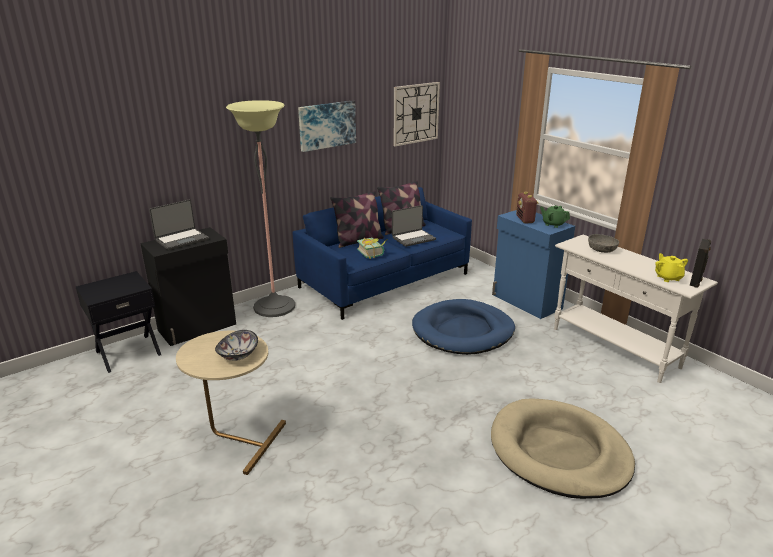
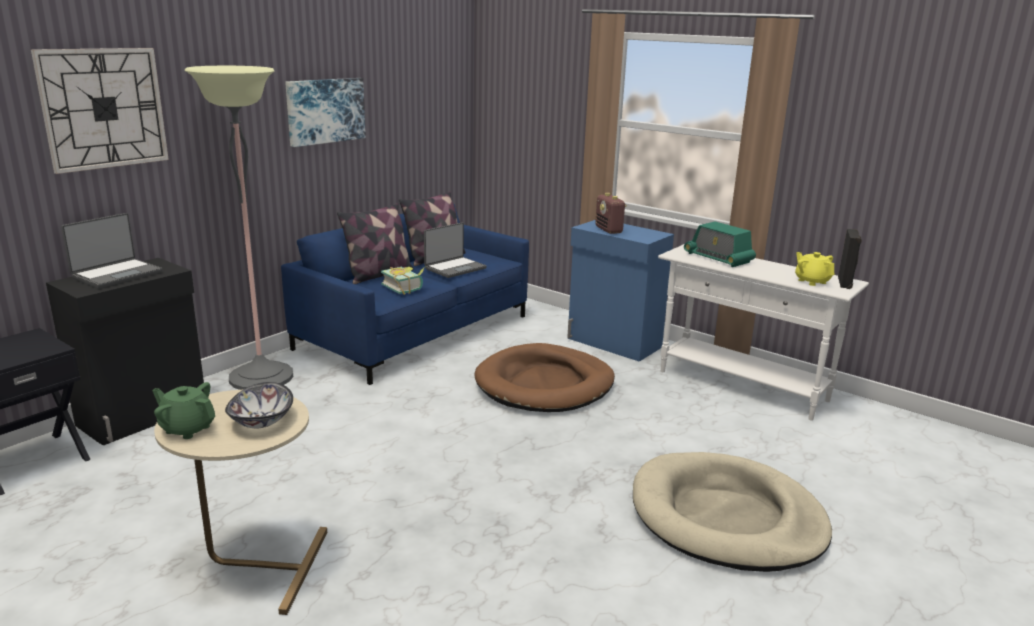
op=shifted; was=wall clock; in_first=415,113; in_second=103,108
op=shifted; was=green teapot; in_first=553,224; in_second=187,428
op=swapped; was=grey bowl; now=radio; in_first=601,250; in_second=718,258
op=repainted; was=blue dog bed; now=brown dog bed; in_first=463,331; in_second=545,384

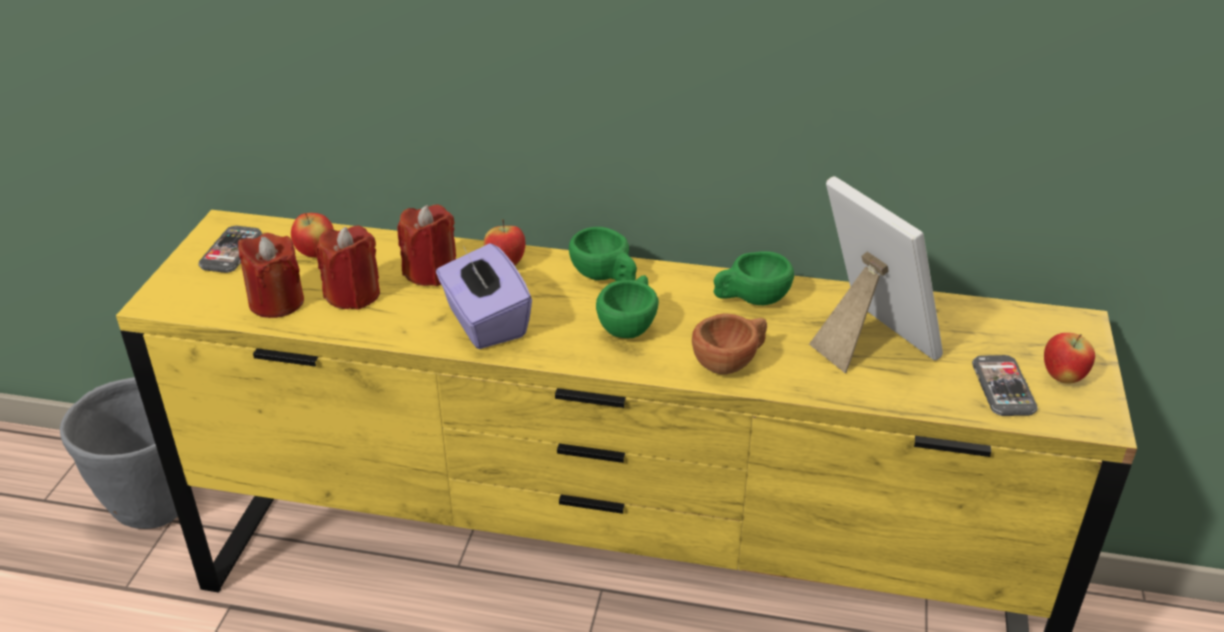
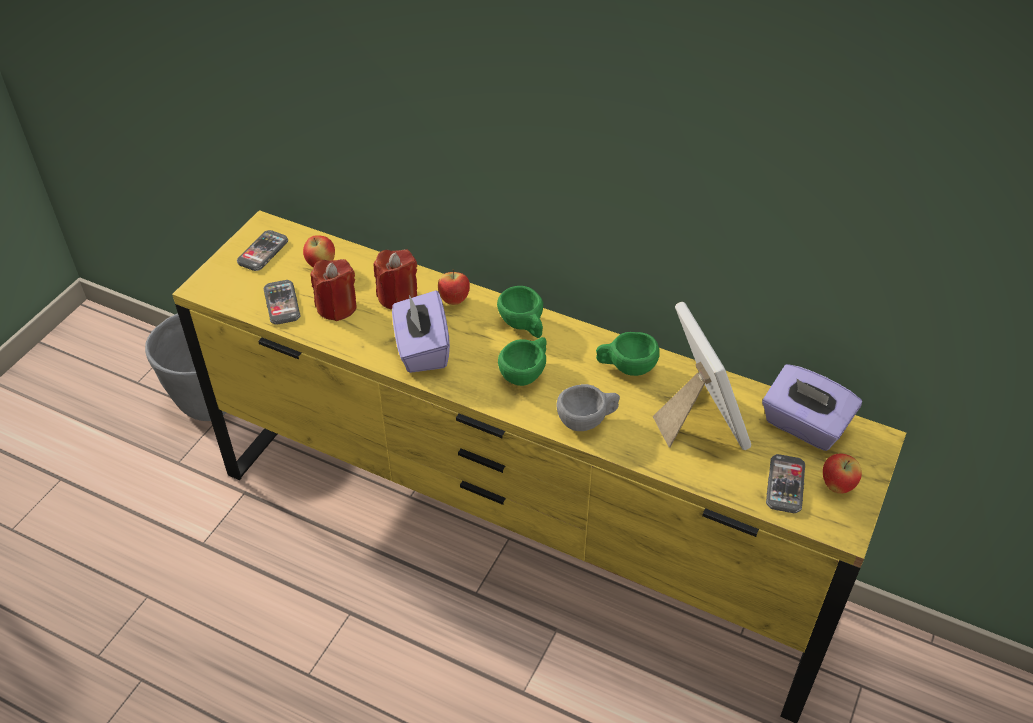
op=swapped; was=red candle; now=phone; in_first=276,302; in_second=282,303
op=repainted; was=brown cup; now=grey cup; in_first=731,362; in_second=588,420
op=new; now=purple tissue box; in_second=804,426

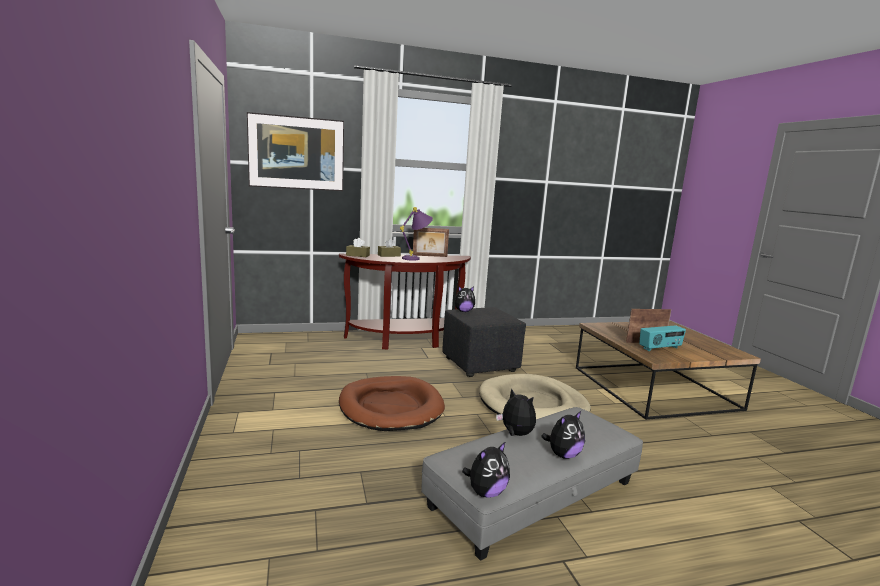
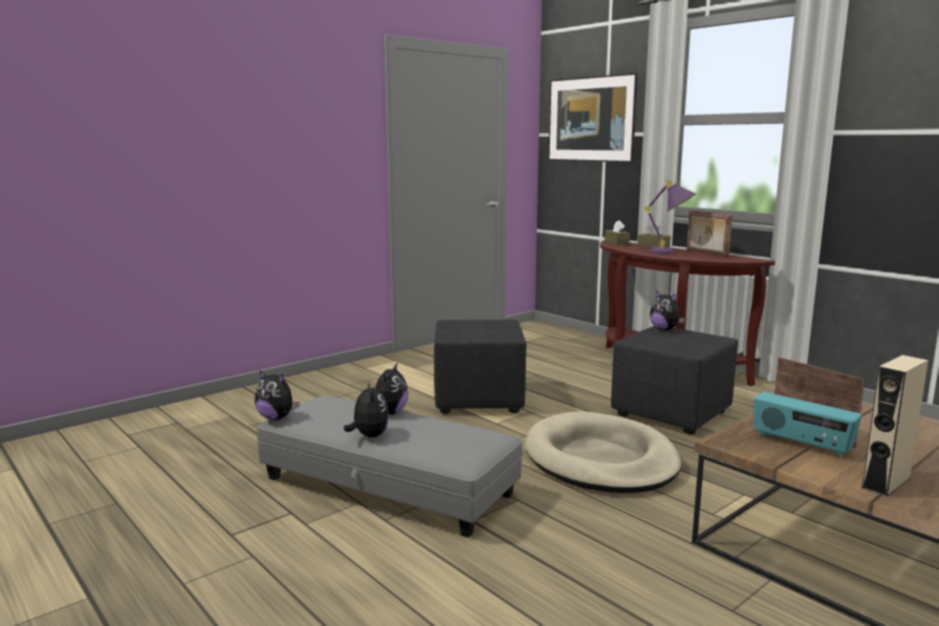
op=swapped; was=brown dog bed; now=black ottoman; in_first=391,407; in_second=479,399
op=rotated; was=plush toy; in_first=563,455; in_second=369,436; clockwise=-135
op=new; now=beige speaker; in_second=886,483

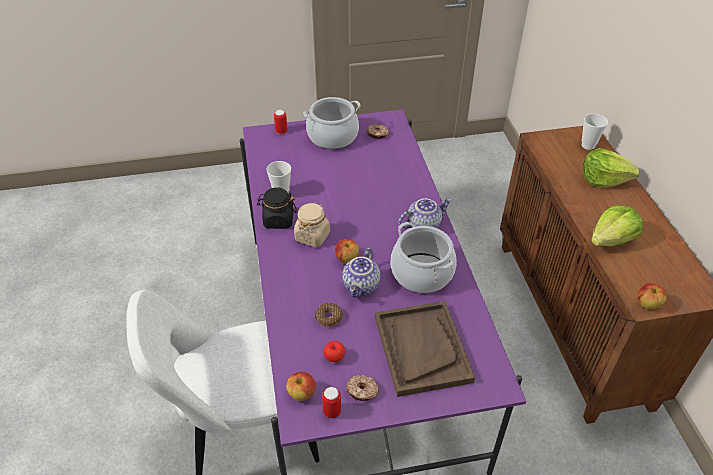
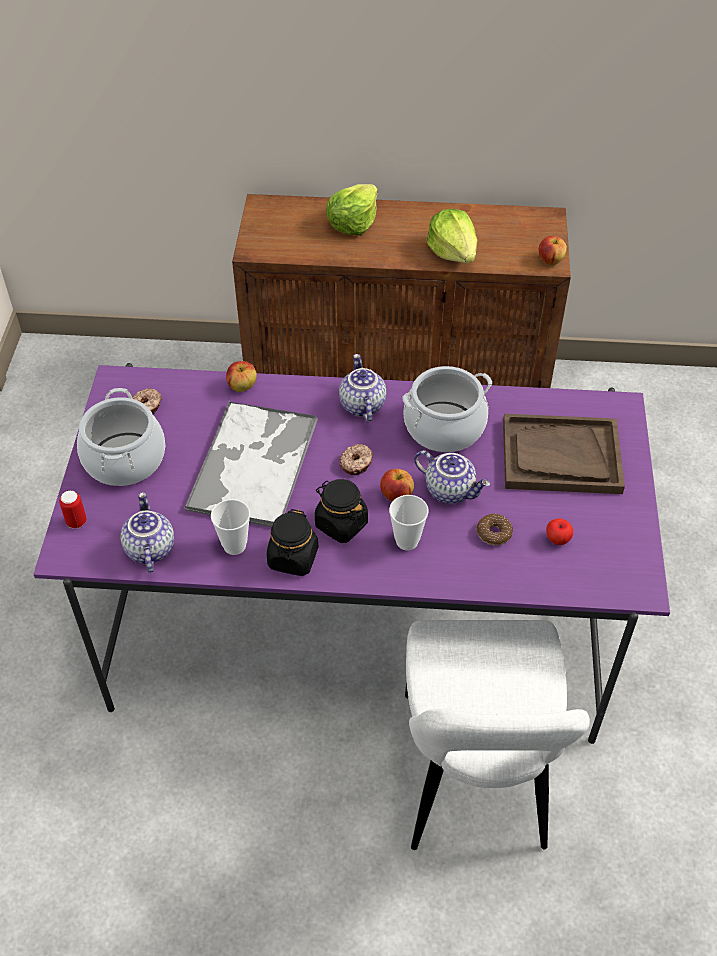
op=shifted; was=cup; in_first=588,145; in_second=407,541
op=repainted; was=beige jar; now=black jar; in_first=312,236; in_second=341,524
op=shifted; was=apple; in_first=302,394; in_second=242,386
op=shifted; was=donut; in_first=362,391; in_second=356,463
op=gone; was=can; in_first=332,411
op=new; now=tray; in_second=254,463
op=new; now=teapot; in_second=149,549

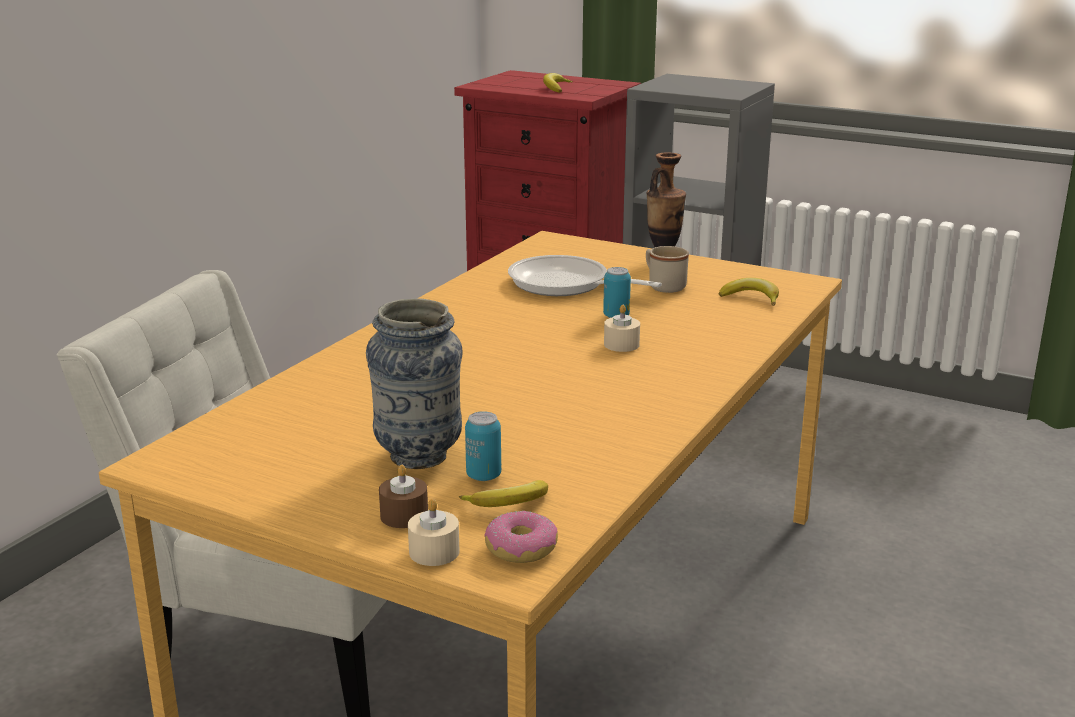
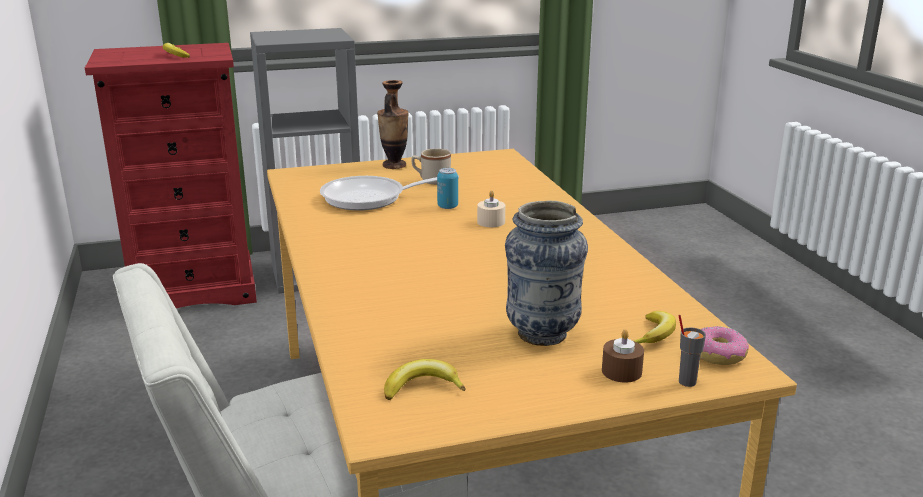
op=shifted; was=banana; in_first=751,298; in_second=422,387
op=gone; was=can; in_first=483,476
op=swapped; was=beige candle; now=grey cup; in_first=434,552; in_second=686,381

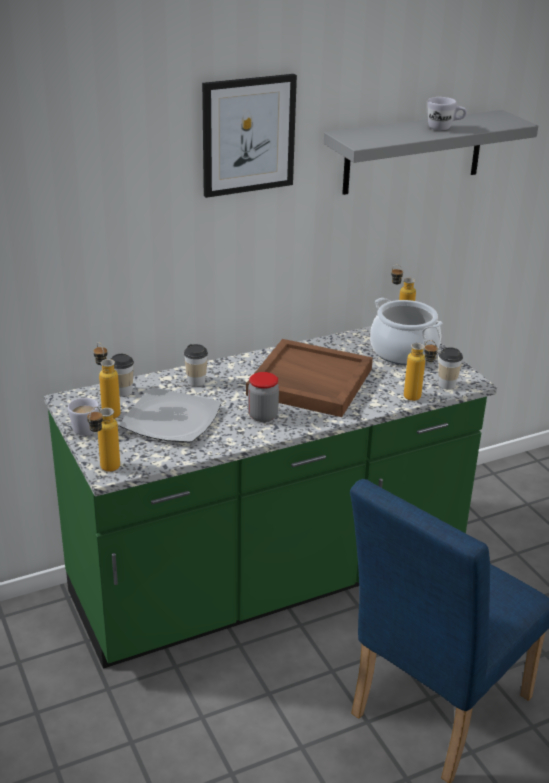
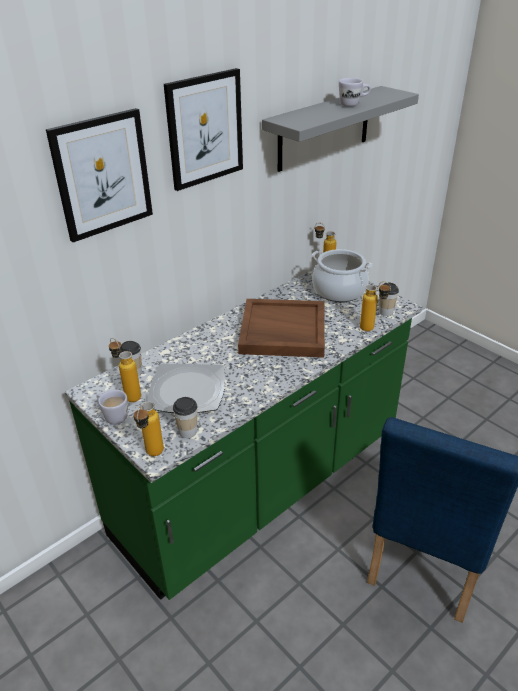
op=shifted; was=cup; in_first=196,381; in_second=188,431
op=gone; was=jar; in_first=263,416
op=new; now=picture; in_second=102,175

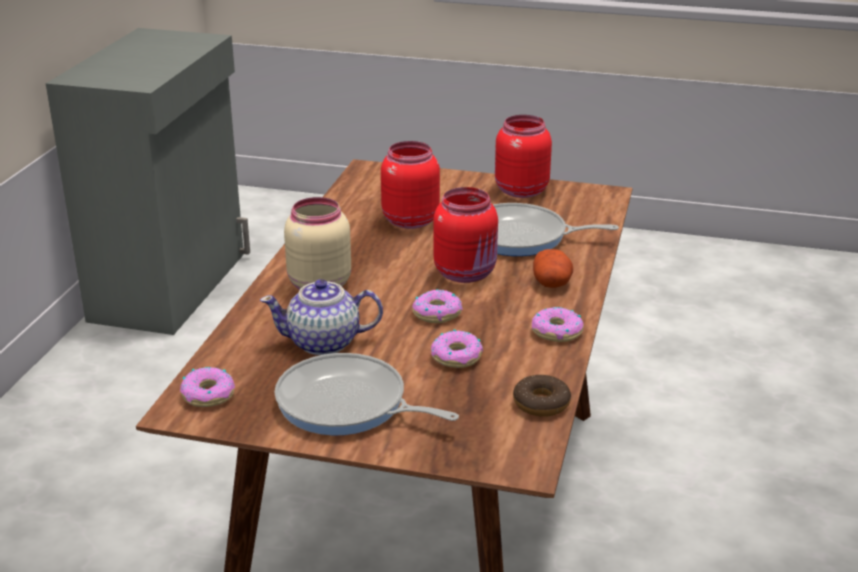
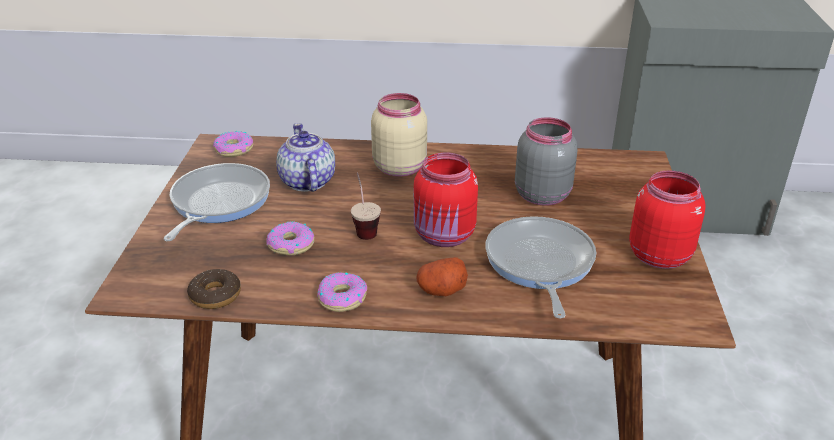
op=repainted; was=red jar; now=grey jar; in_first=408,220; in_second=542,195
op=swapped; was=donut; now=cup; in_first=437,313; in_second=364,228

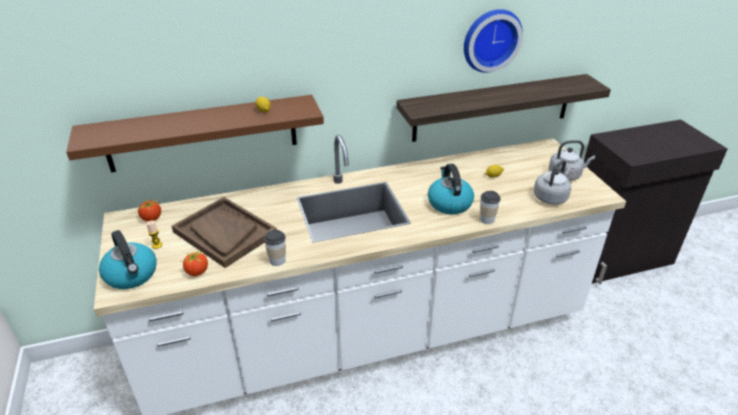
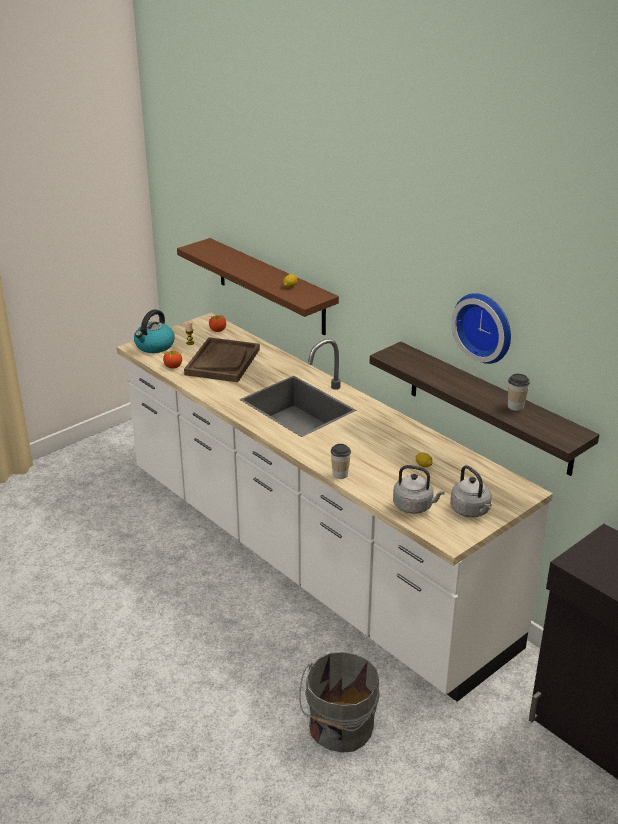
op=gone; was=kettle; in_first=449,203
op=shifted; was=cup; in_first=277,260; in_second=515,406
op=new; now=grey bucket; in_second=339,728

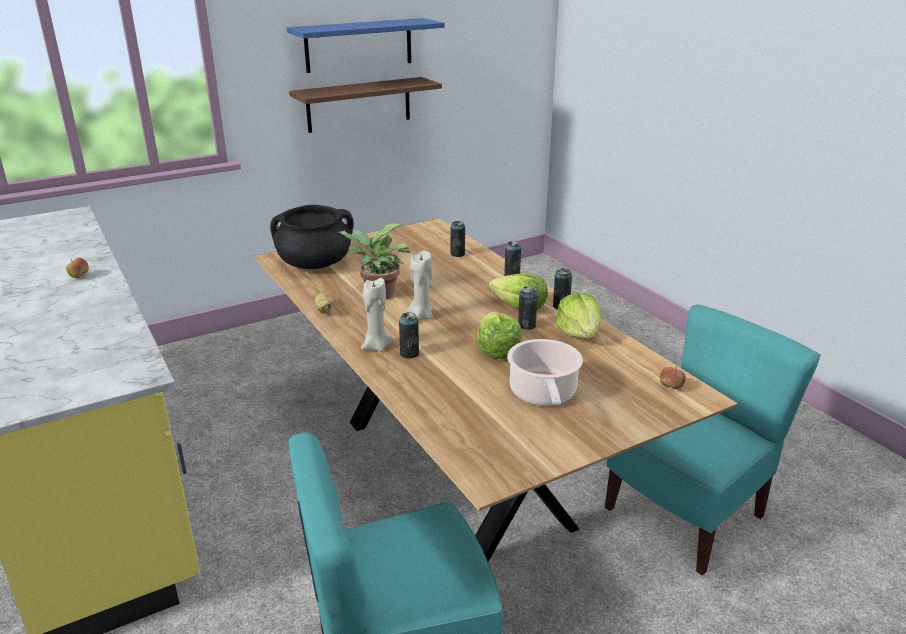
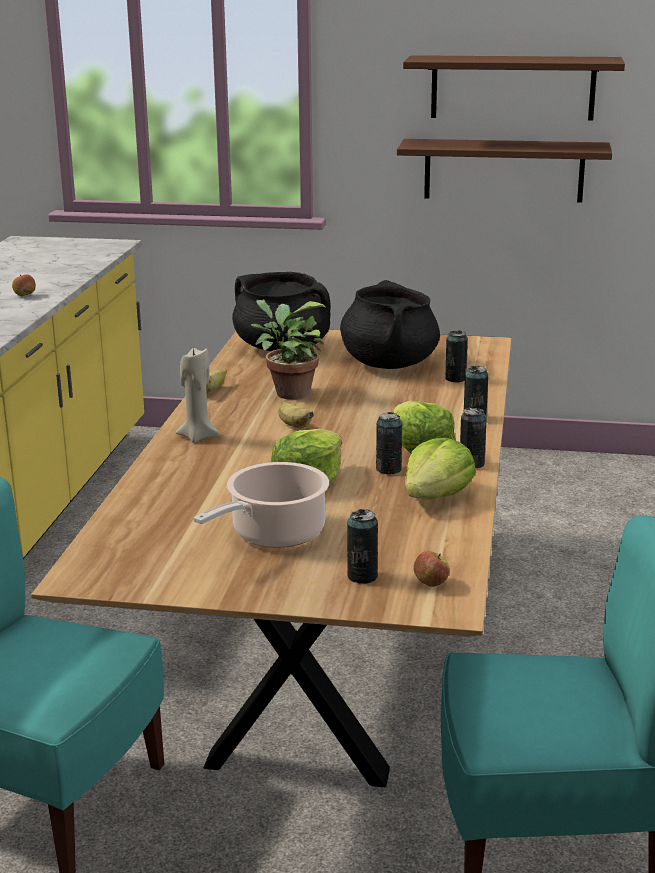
op=repainted; was=blue shelf; now=brown shelf; in_first=359,45; in_second=512,87
op=swapped; was=beige candle; now=banana; in_first=421,316; in_second=293,425
op=shifted; was=can; in_first=409,354; in_second=362,576
op=new; now=black cooking pot; in_second=389,363

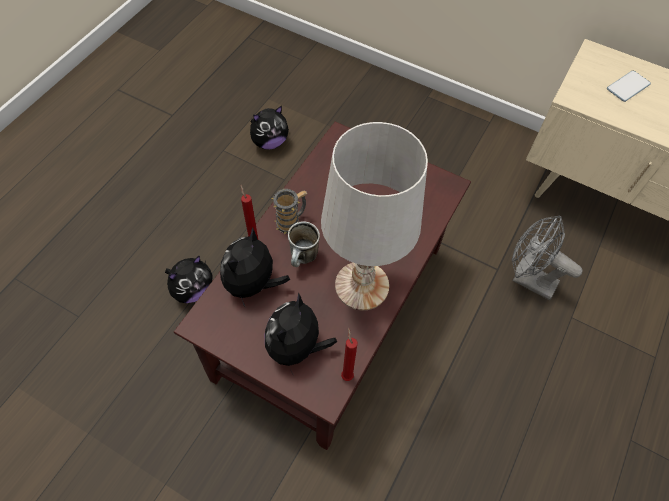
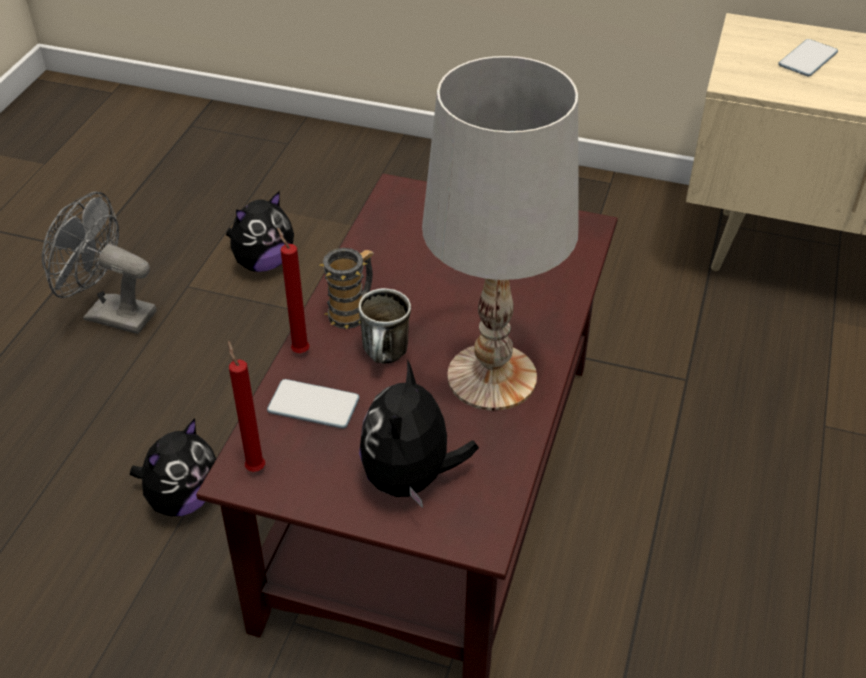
op=shifted; was=grey fan; in_first=527,279; in_second=110,314
op=swapped; was=plush toy; now=phone; in_first=253,284; in_second=313,405
op=shifted; was=red candle; in_first=346,374; in_second=254,466

